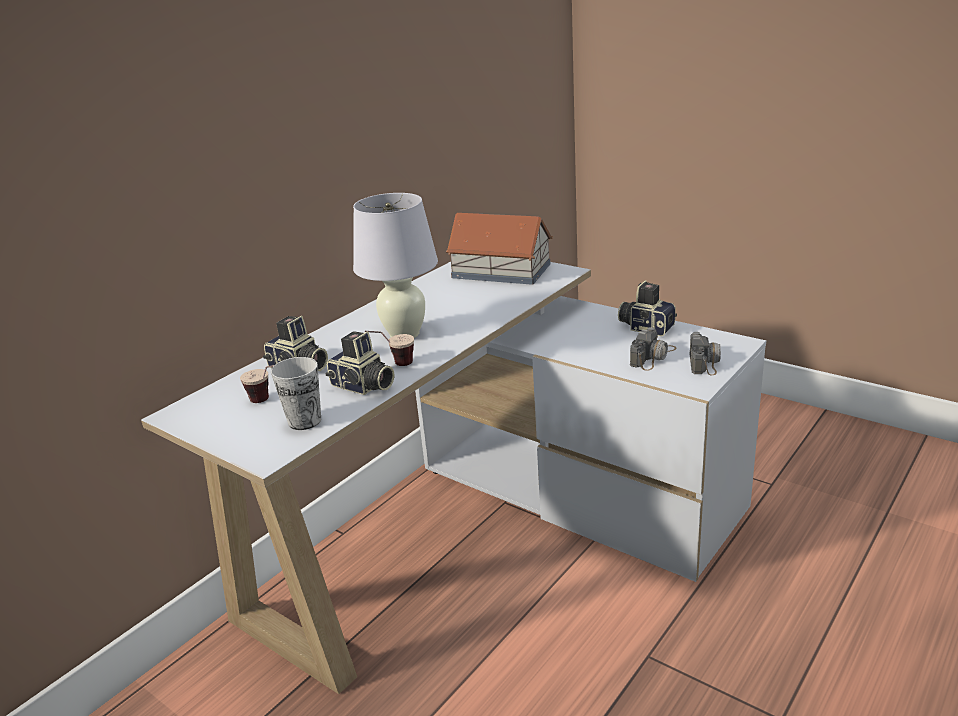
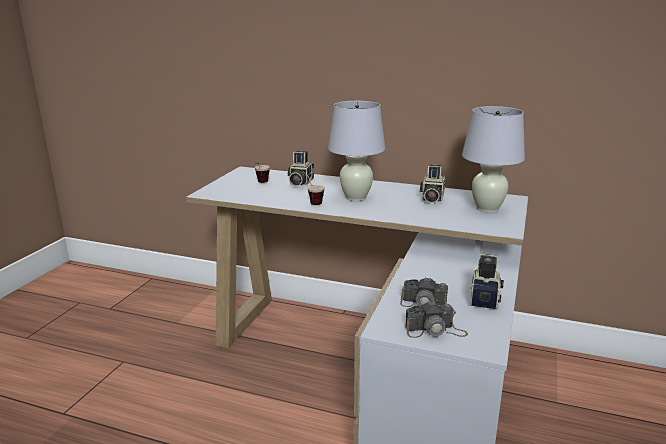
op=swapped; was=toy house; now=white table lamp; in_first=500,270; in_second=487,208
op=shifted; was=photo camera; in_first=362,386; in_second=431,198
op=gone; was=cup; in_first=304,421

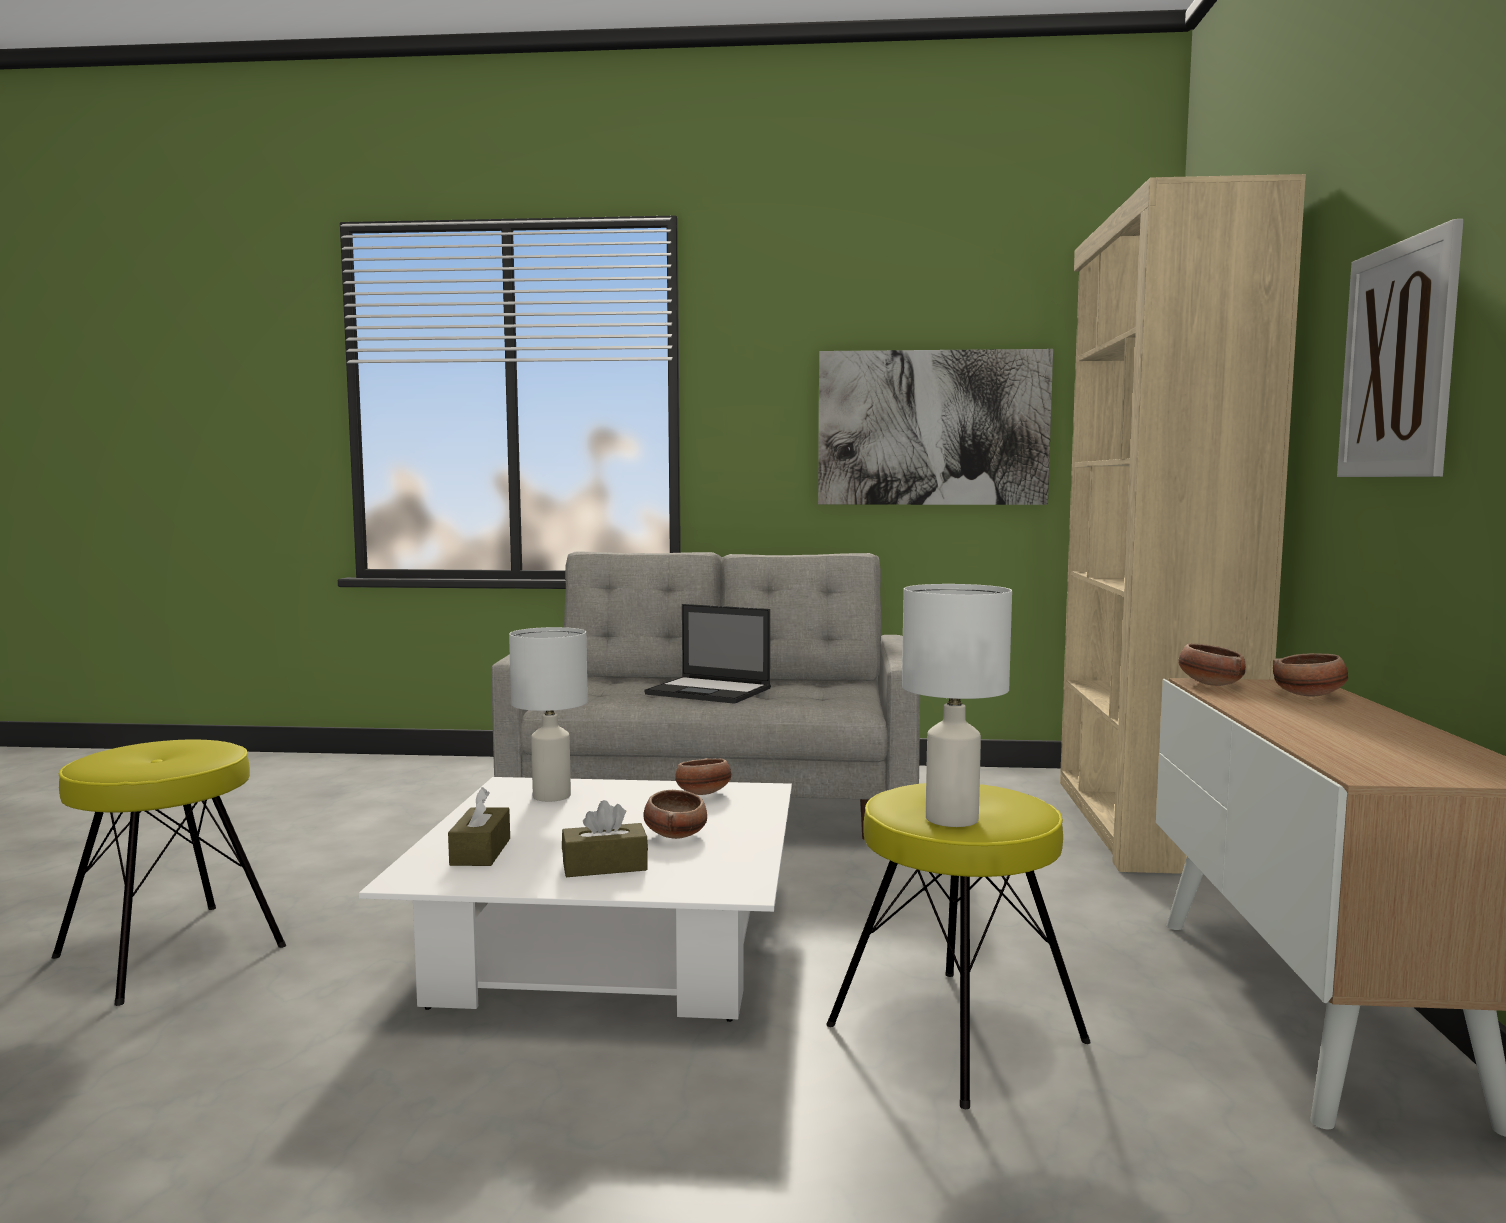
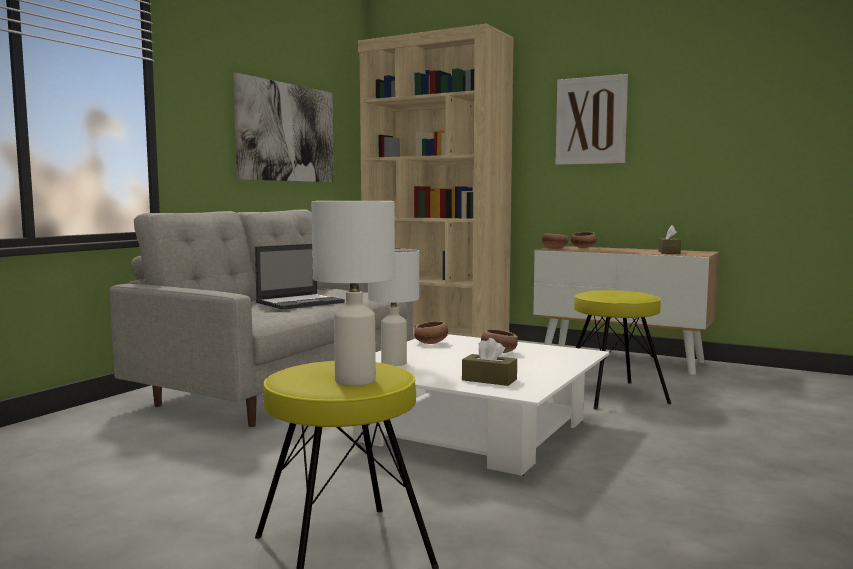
op=shifted; was=white table lamp; in_first=951,819; in_second=356,381
op=shifted; was=brown tissue box; in_first=604,866; in_second=669,252

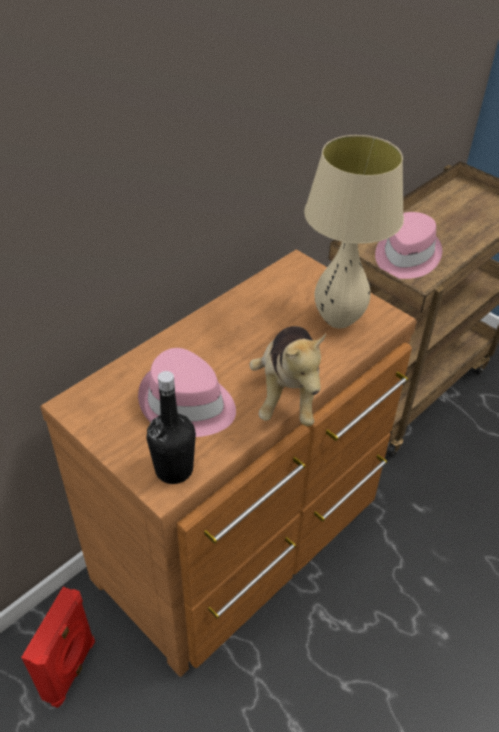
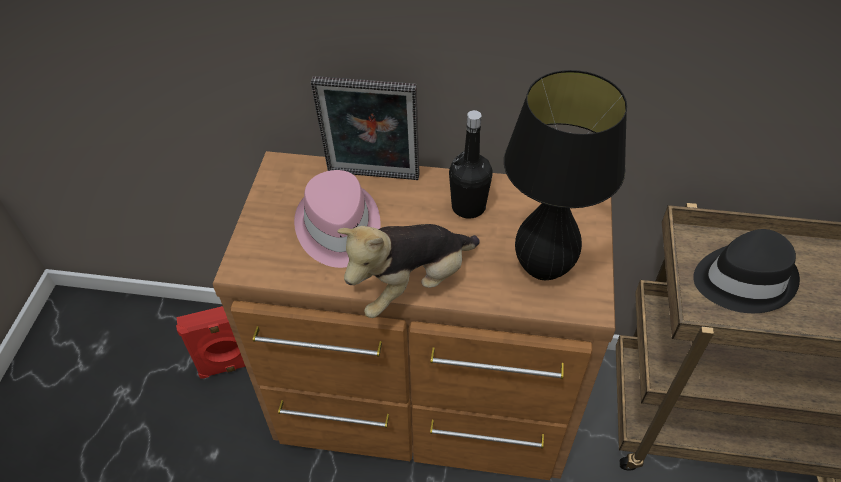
op=repainted; was=beige table lamp; now=black table lamp; in_first=338,320; in_second=543,268
op=repainted; was=pink hat; now=black hat; in_first=406,256; in_second=742,279
op=shifted; was=black bottle; in_first=174,469; in_second=468,207
op=new; now=picture frame; in_second=372,178

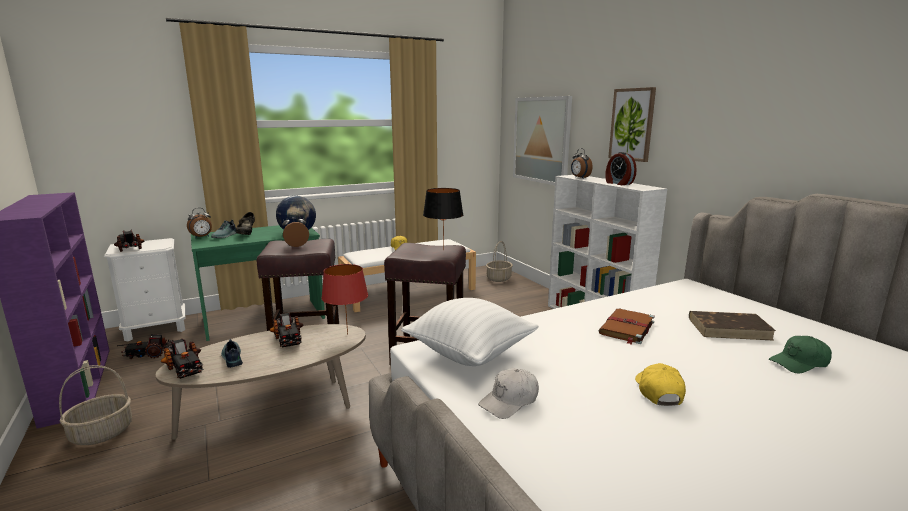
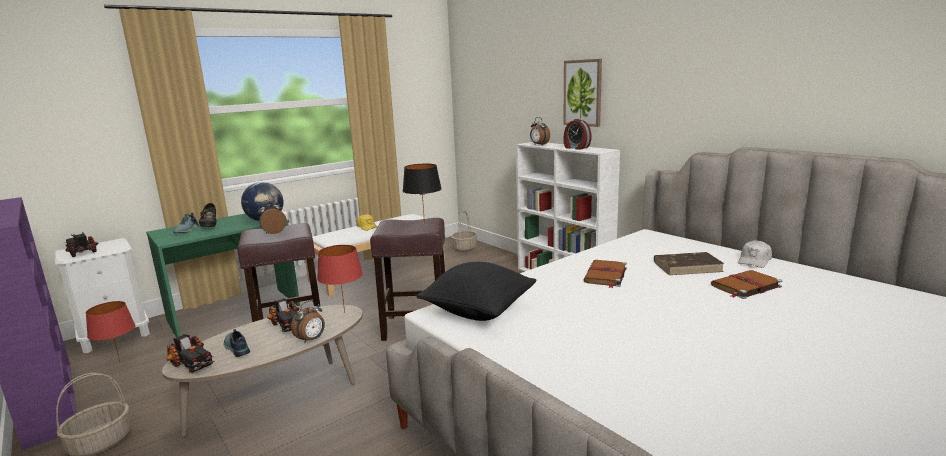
op=gone; was=picture; in_first=541,140
op=shifted; was=alarm clock; in_first=202,237; in_second=311,339
op=repainted; was=white pillow; now=black pillow; in_first=470,353; in_second=479,311
op=swapped; was=toy truck; now=red table lamp; in_first=149,354; in_second=119,363
op=swapped; was=green cap; now=brown book; in_first=800,363; in_second=745,286
op=gone; was=yellow cap; in_first=658,391
op=shifted; was=white cap; in_first=510,401; in_second=754,261

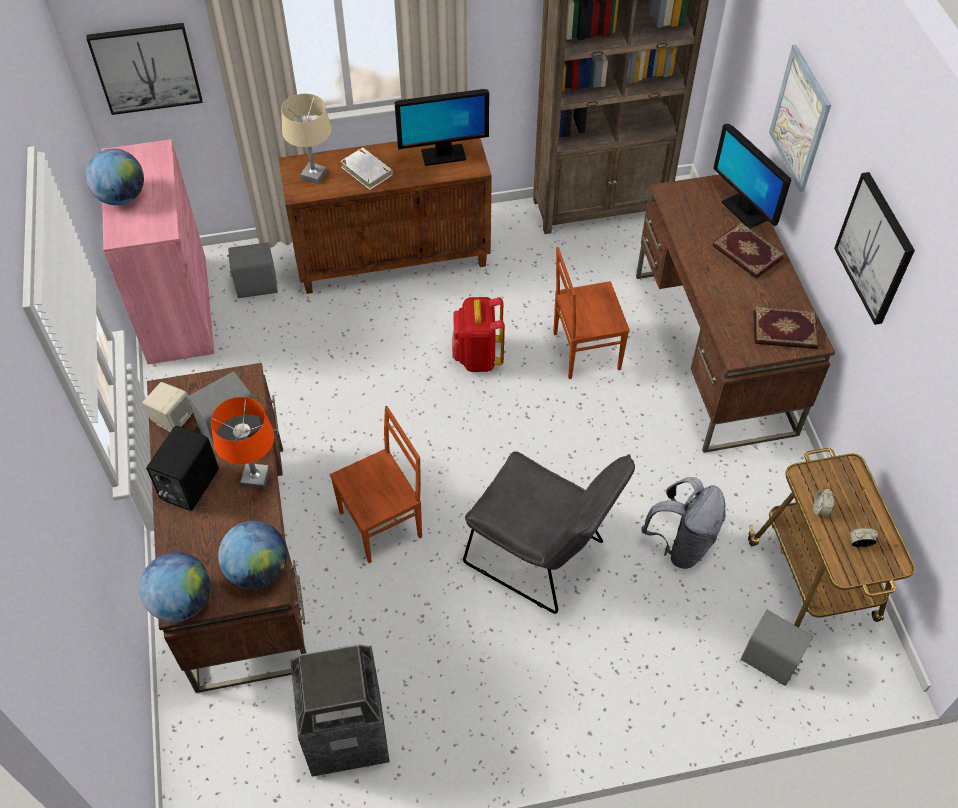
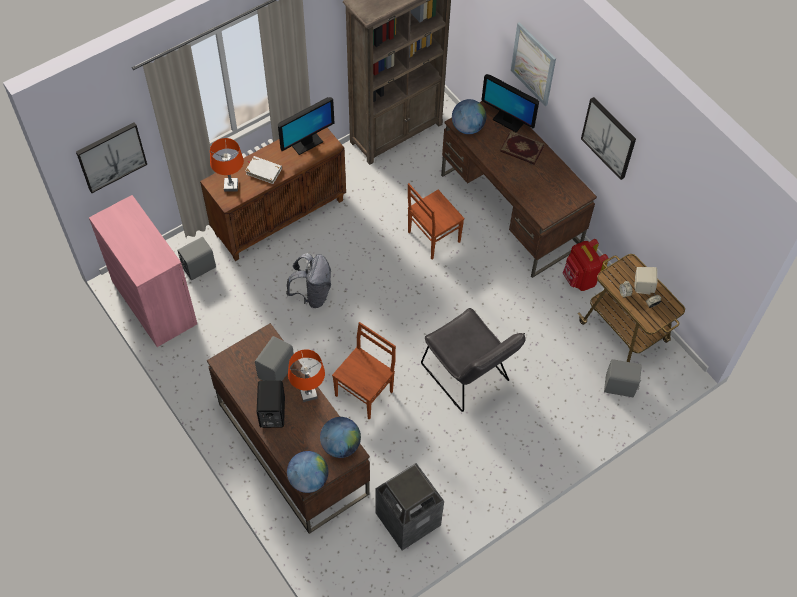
op=repainted; was=beige table lamp; now=orange table lamp; in_first=314,175; in_second=231,186
op=shifted; was=globe; in_first=122,197; in_second=468,127
op=shifted; was=red backpack; in_first=477,357; in_second=580,279
op=gone; was=book; in_first=784,331
op=shifted; was=beige speaker; in_first=173,419; in_second=643,286
op=rotated; was=grey chair; in_first=542,557; in_second=468,377; clockwise=45
op=shifted; was=grey backpack; in_first=681,544; in_second=312,294

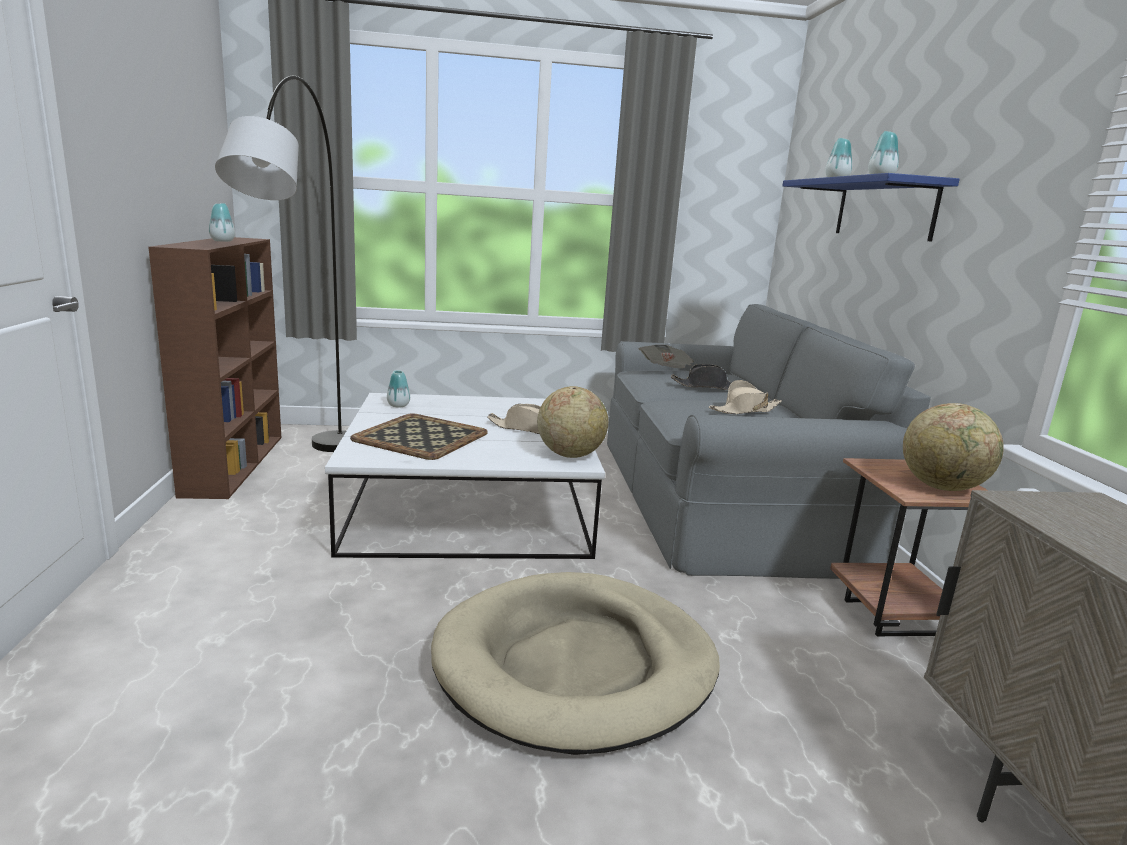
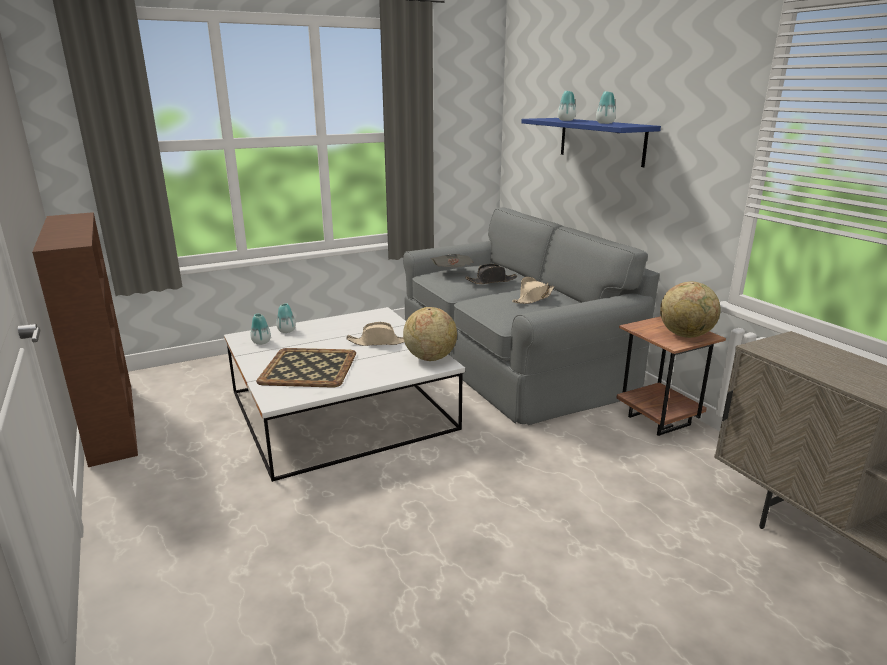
op=gone; was=grey floor lamp; in_first=309,476
op=shifted; was=vase; in_first=222,241; in_second=286,331
op=gone; was=beige dog bed; in_first=576,665

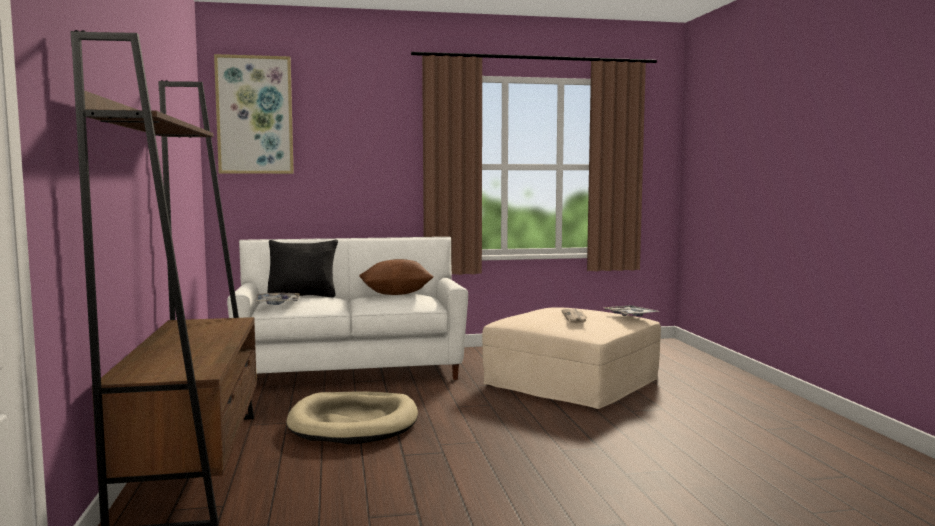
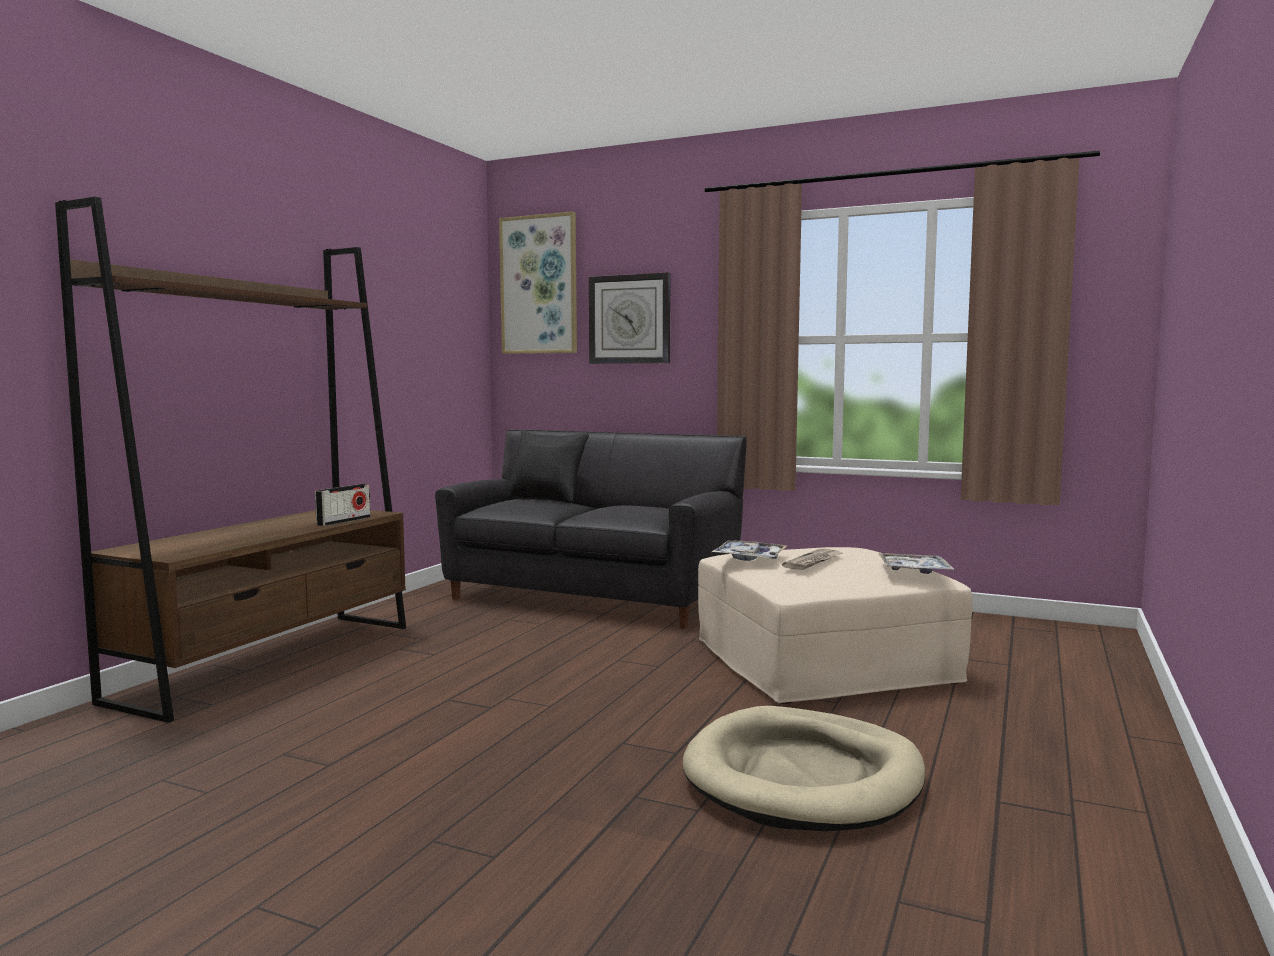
op=repainted; was=white sofa; now=black sofa; in_first=352,371; in_second=592,597
op=gone; was=brown pillow; in_first=396,294
op=shifted; was=tray; in_first=277,303; in_second=749,558
op=shifted; was=beige dog bed; in_first=354,423; in_second=804,777
op=new; now=wall clock; in_second=630,319
op=new; now=radio; in_second=344,521

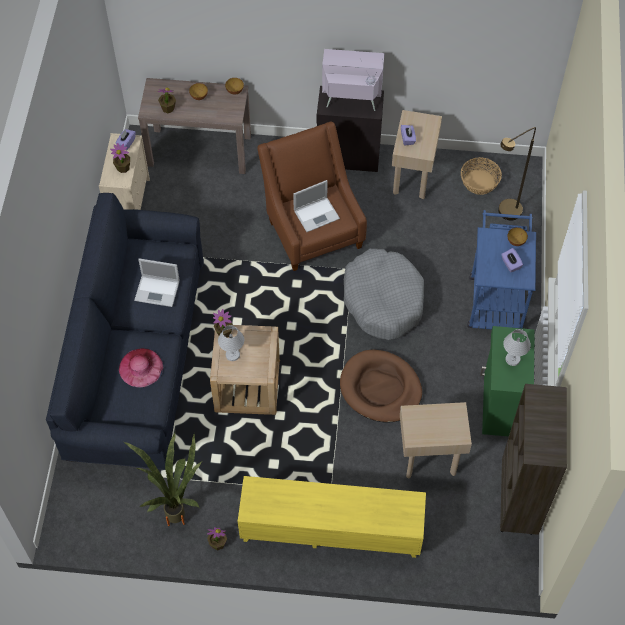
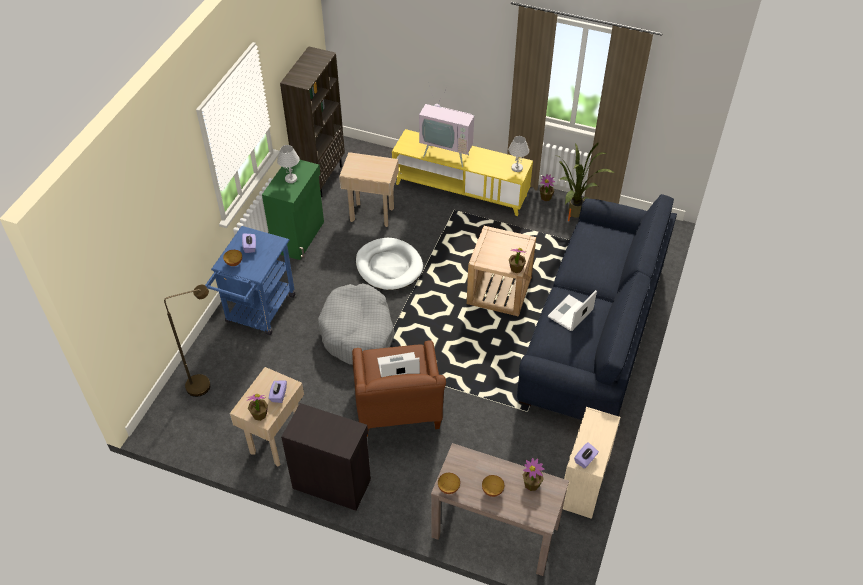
op=shifted; was=television; in_first=351,104; in_second=447,153
op=shifted; was=potted plant; in_first=123,167; in_second=259,414
op=gone; was=basket; in_first=479,182
op=rotated; was=laptop; in_first=158,291; in_second=570,314; clockwise=-75
op=shifted; was=white table lamp; in_first=232,354; in_second=517,168
op=gone; was=pink hat; in_first=141,367
op=repainted; was=brown dog bed; now=white dog bed; in_first=380,388; in_second=389,266

